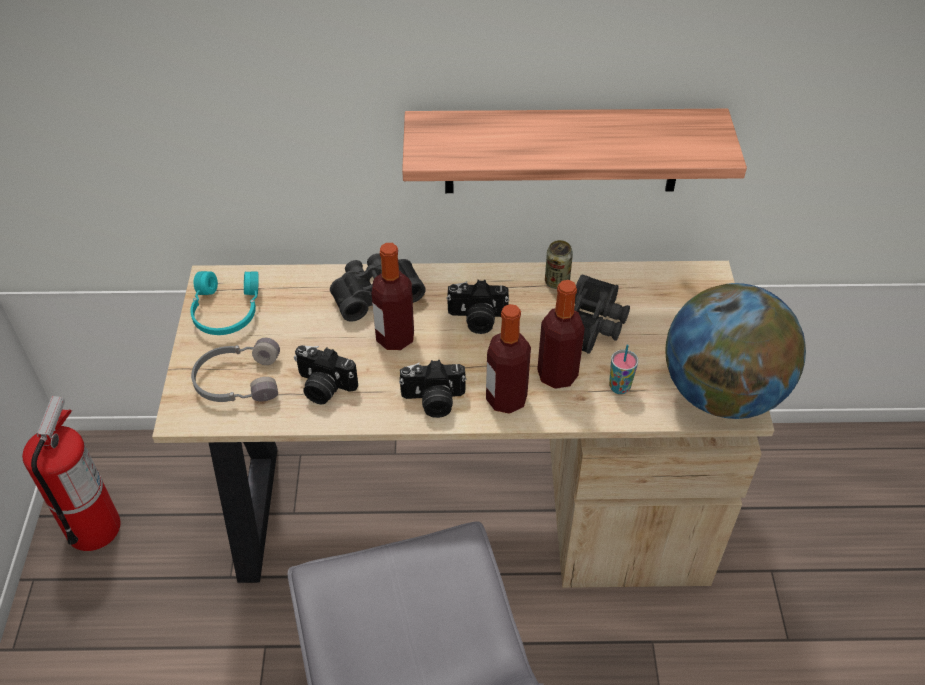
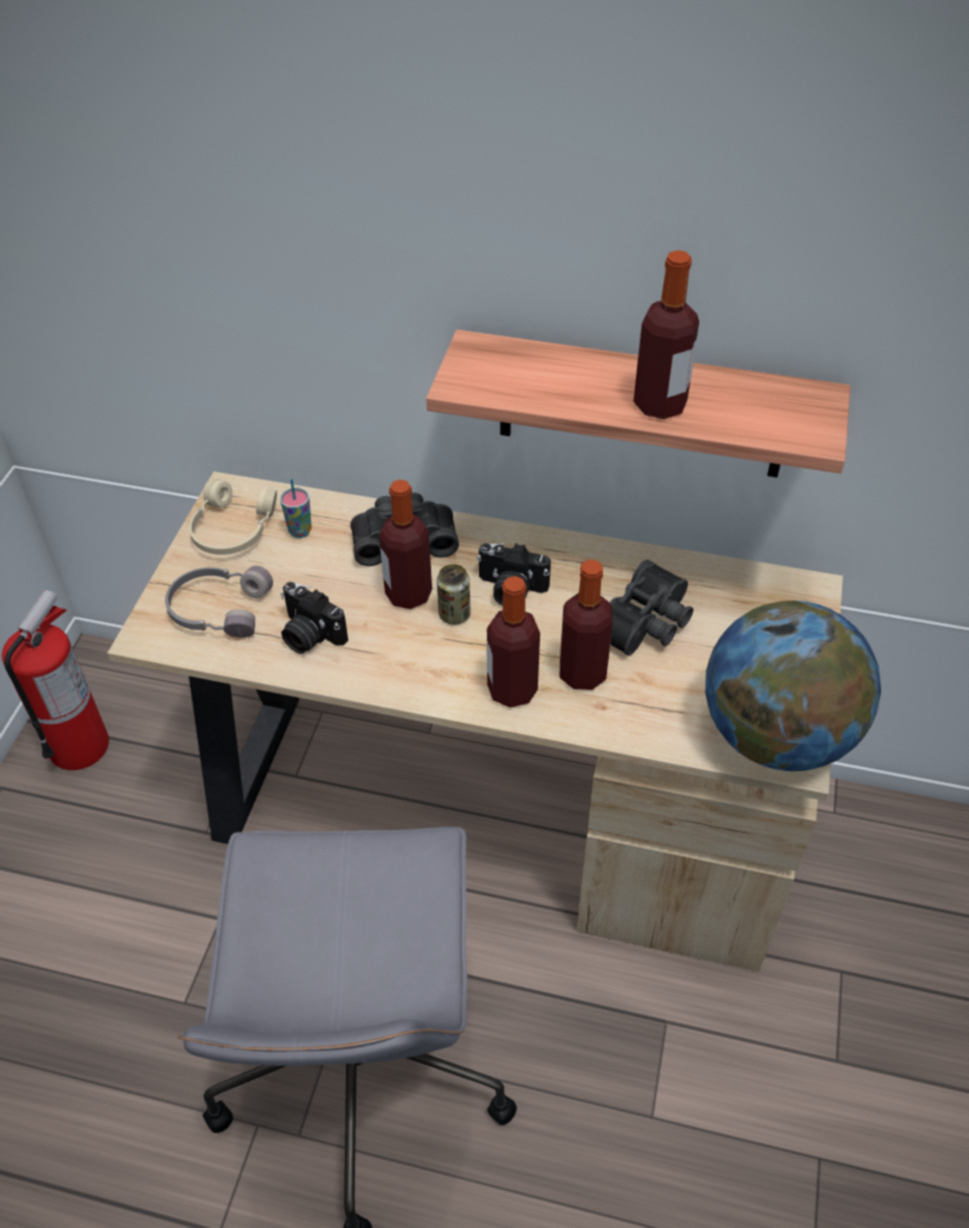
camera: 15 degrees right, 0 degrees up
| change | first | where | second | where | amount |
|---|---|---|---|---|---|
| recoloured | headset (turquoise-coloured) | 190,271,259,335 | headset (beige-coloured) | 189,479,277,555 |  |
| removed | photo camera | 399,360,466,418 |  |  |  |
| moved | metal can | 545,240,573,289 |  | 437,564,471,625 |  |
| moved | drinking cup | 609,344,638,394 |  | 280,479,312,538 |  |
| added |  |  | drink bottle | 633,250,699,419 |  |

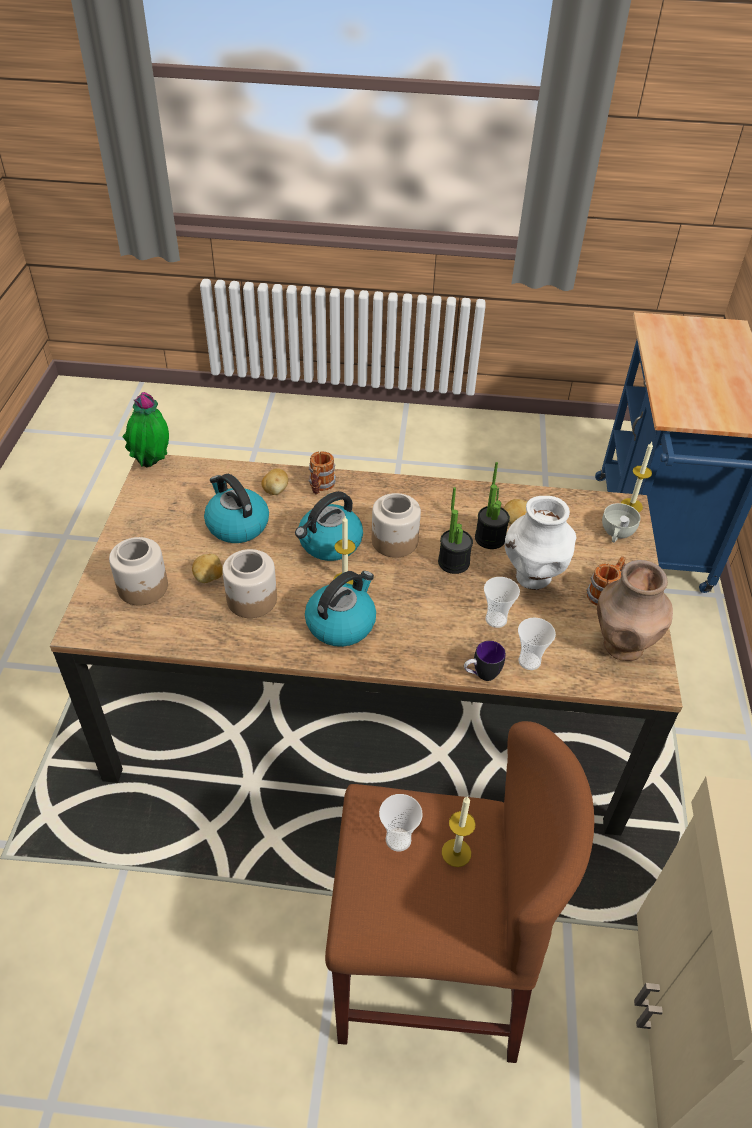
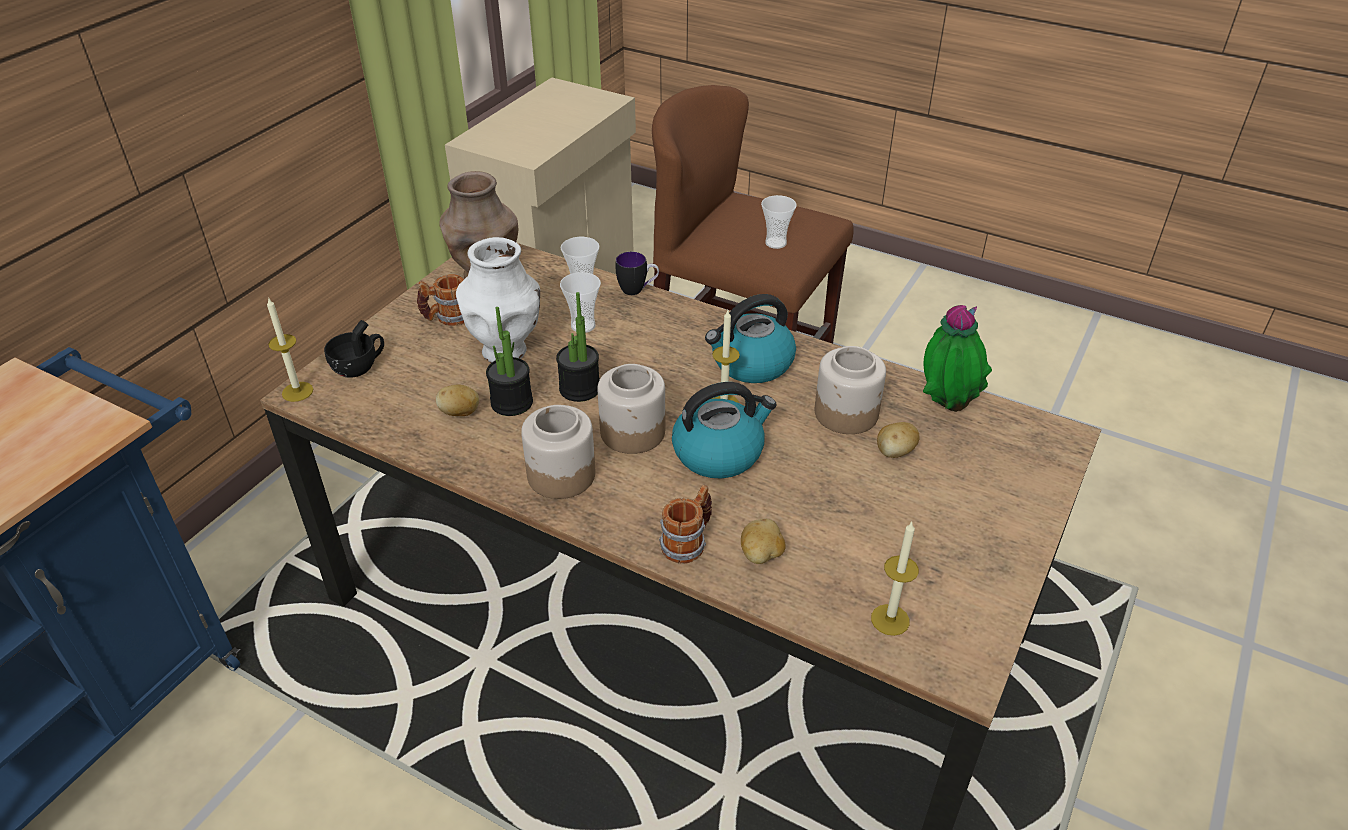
camera: 155 degrees left, 5 degrees down
| change | first | where | second | where | amount |
|---|---|---|---|---|---|
| moved | preserve jar | 109,537,168,606 |  | 521,405,595,499 |  |
| moved | houseplant | 123,392,169,467 |  | 923,305,992,412 |  |
| removed | water kettle | 204,474,269,543 |  |  |  |
| moved | wax candle | 442,796,476,867 |  | 871,522,919,636 |  |
| recoloured | drinking cup (whitish) | 602,503,641,543 | drinking cup (black-coloured) | 324,320,384,378 |  |

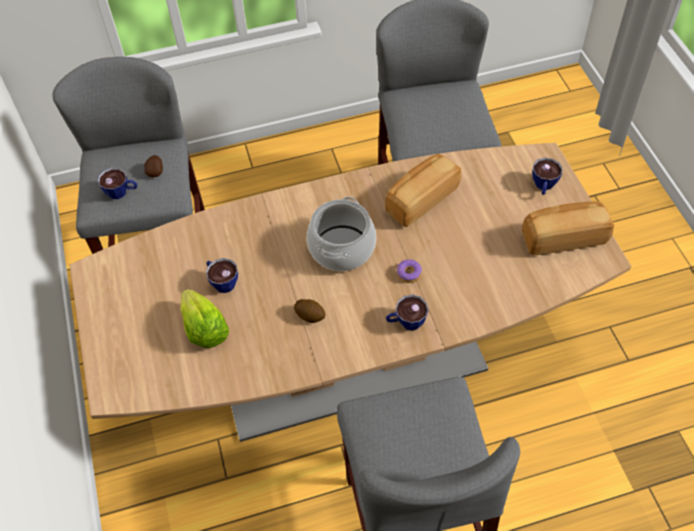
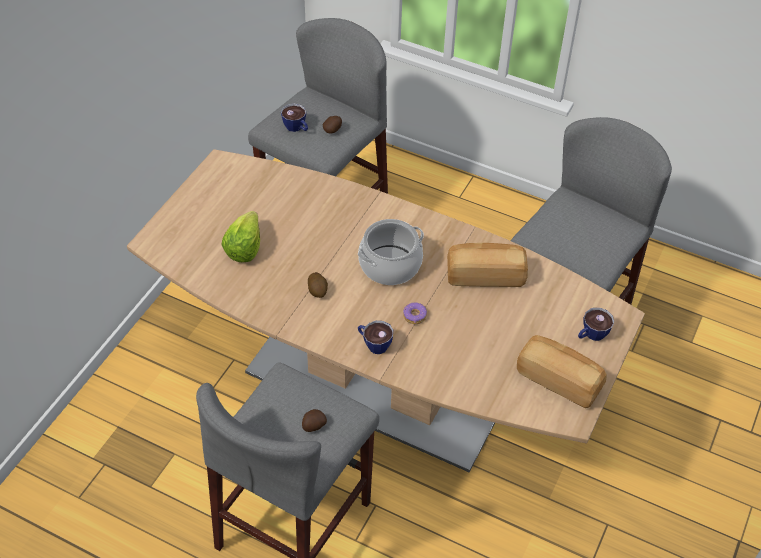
camera: 40 degrees right, 5 degrees down
| change | first | where | second | where | amount |
|---|---|---|---|---|---|
| removed | drinking cup | 206,258,238,293 |  |  |  |
| added |  |  | spud | 302,409,327,432 |  |

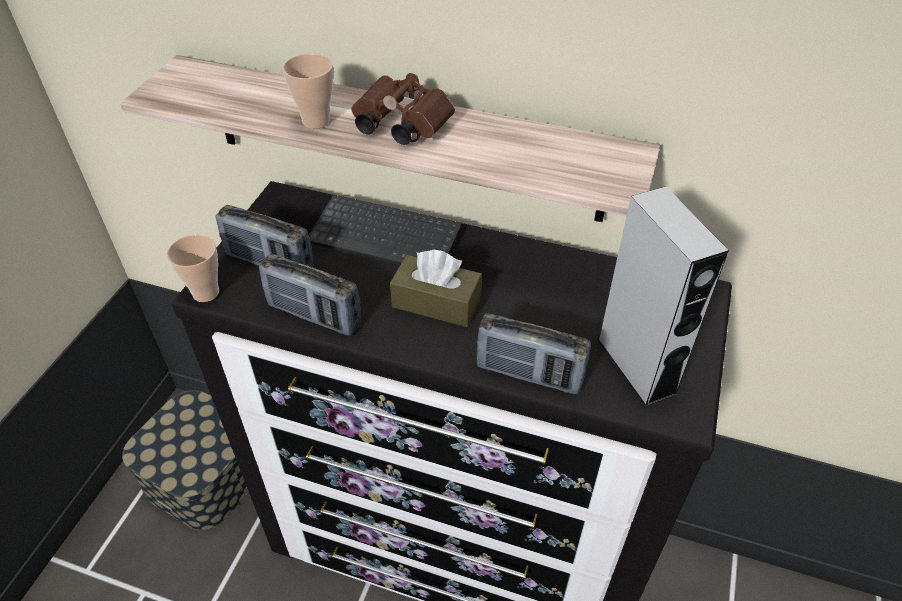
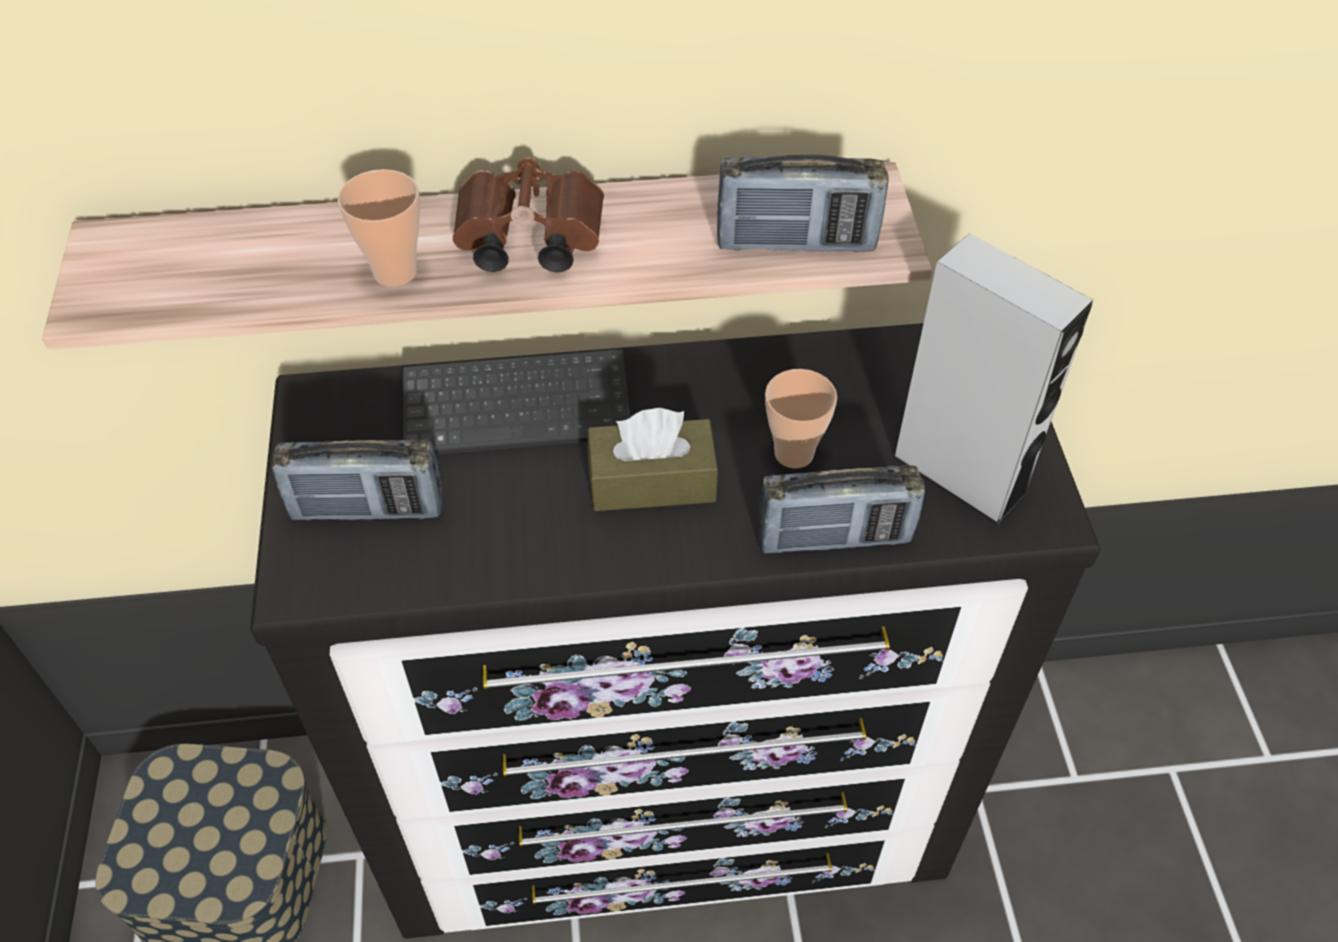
camera: 25 degrees left, 5 degrees up
| change | first | where | second | where | amount |
|---|---|---|---|---|---|
| moved | drinking cup | 167,234,219,302 |  | 765,369,837,468 |  |
| moved | radio | 259,254,361,336 |  | 717,154,889,252 |  |

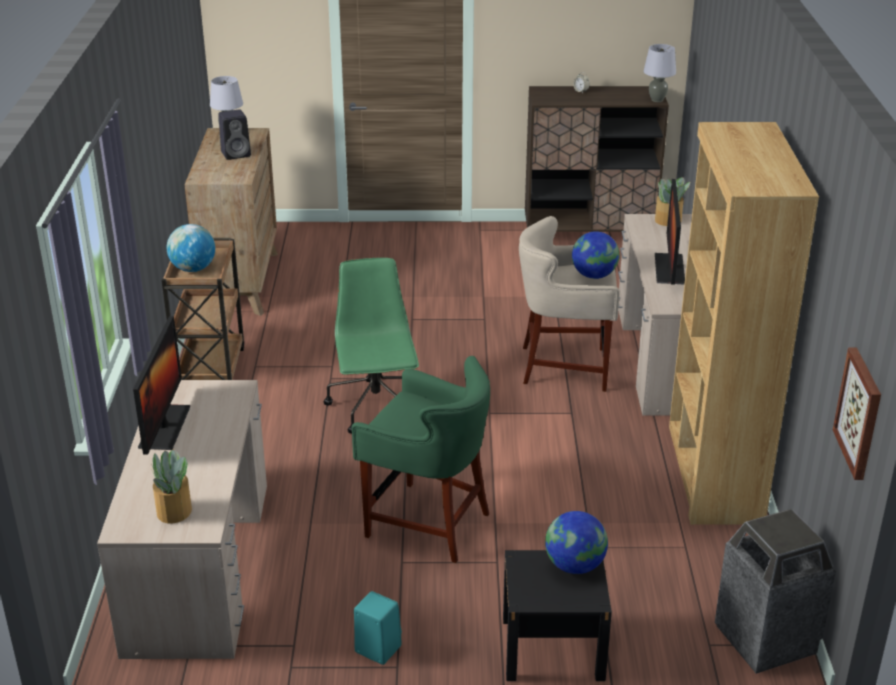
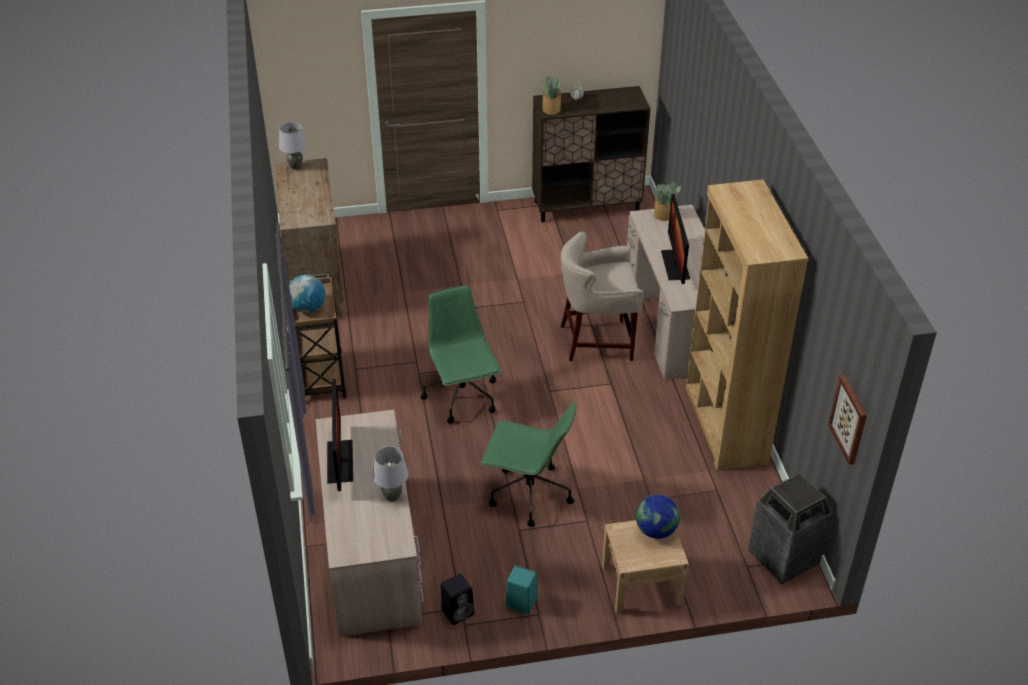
camera: 10 degrees left, 10 degrees up
| change | first | where | second | where | amount |
|---|---|---|---|---|---|
| moved | houseplant | 151,449,192,523 |  | 542,75,561,115 |  |
| moved | audio speaker (black-coloured) | 218,109,251,160 |  | 441,574,474,625 |  |
| replaced | sitting stool (green-coloured) | 352,356,490,563 | computer chair (green-coloured) | 481,401,576,527 |  |
| recoloured | bedside table (black-coloured) | 503,550,612,681 | bedside table (beige-coloured) | 602,520,689,614 |  |
| removed | globe | 572,231,619,279 |  |  |  |
| moved | lamp for a table (grey) | 644,44,676,102 |  | 373,446,408,502 |  |

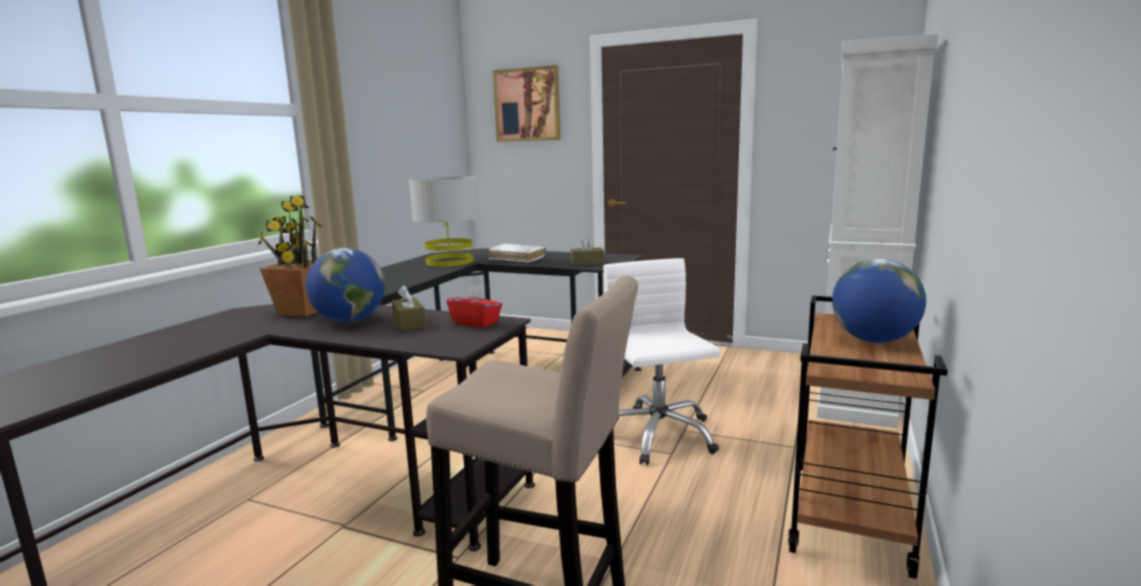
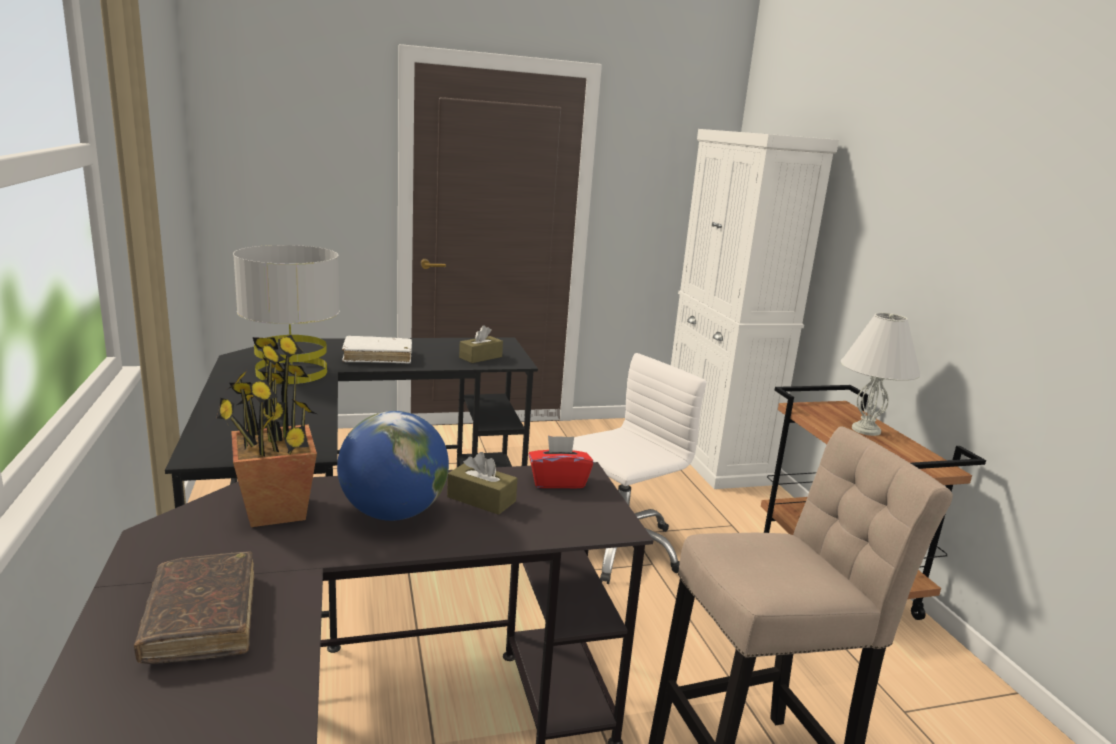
camera: 40 degrees left, 5 degrees up
| change | first | where | second | where | amount |
|---|---|---|---|---|---|
| removed | picture | 493,65,561,142 |  |  |  |
| turned | computer chair (whitish) | 603,258,721,465 |  | 573,353,706,584 | 105 degrees clockwise |
| replaced | globe | 832,258,926,343 | lamp for a table (whitish) | 841,313,921,436 |  |
| added |  |  | book (brown-coloured) | 134,551,254,664 |  |

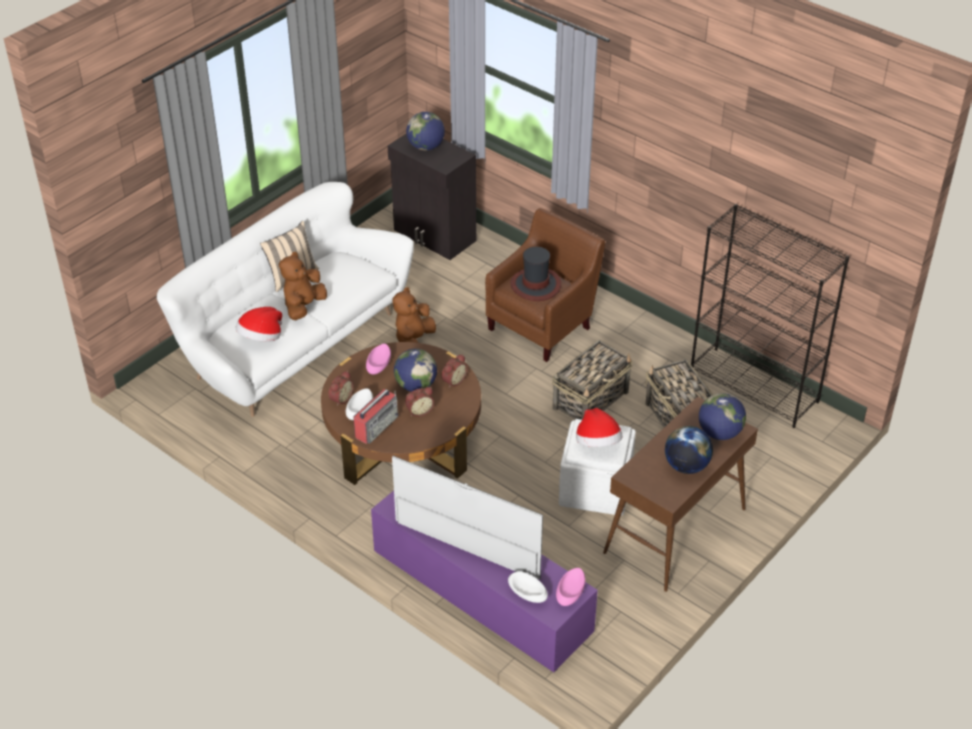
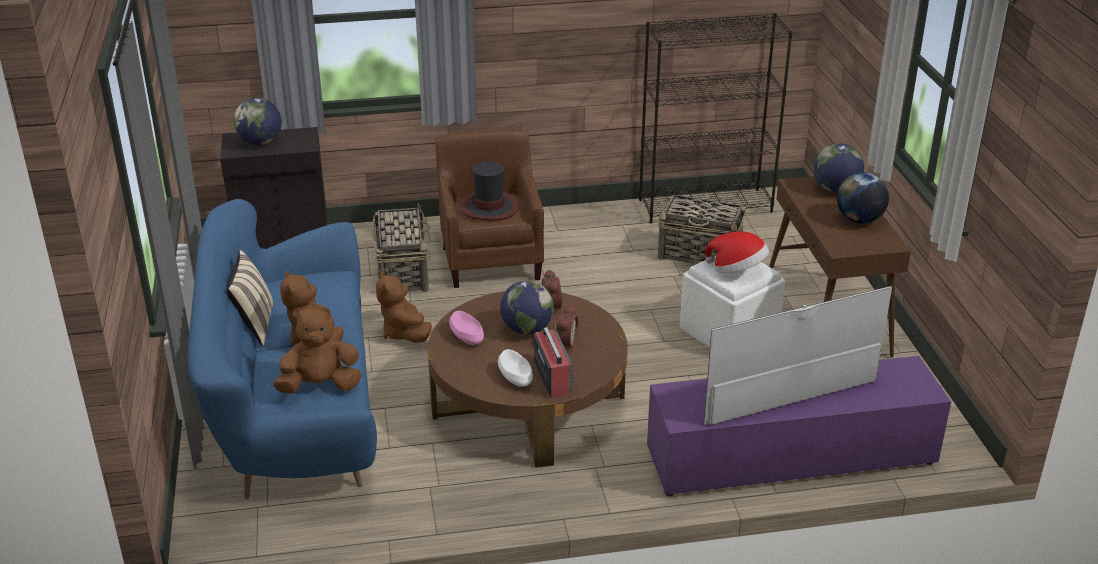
camera: 50 degrees left, 10 degrees down
| change | first | where | second | where | amount |
|---|---|---|---|---|---|
| recoloured | settee (whitish) | 157,182,414,417 | settee (blue-coloured) | 188,199,377,499 |  |
| replaced | hat | 236,307,282,342 | cuddly toy (brown-coloured) | 273,307,362,394 |  |
| removed | table clock | 328,371,354,406 |  |  |  |
| removed | deep dish (whitish) | 508,572,548,603 |  |  |  |
| moved | storage basket | 552,340,632,420 |  | 373,202,431,292 |  |
| removed | deep dish (pinkish) | 556,568,586,606 |  |  |  |

